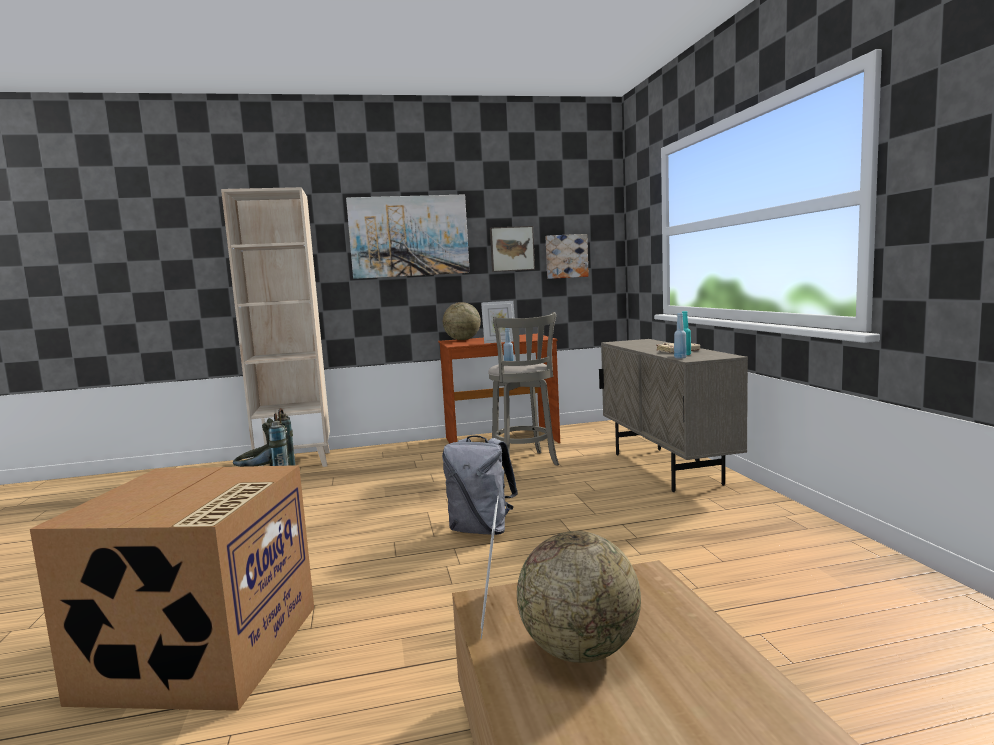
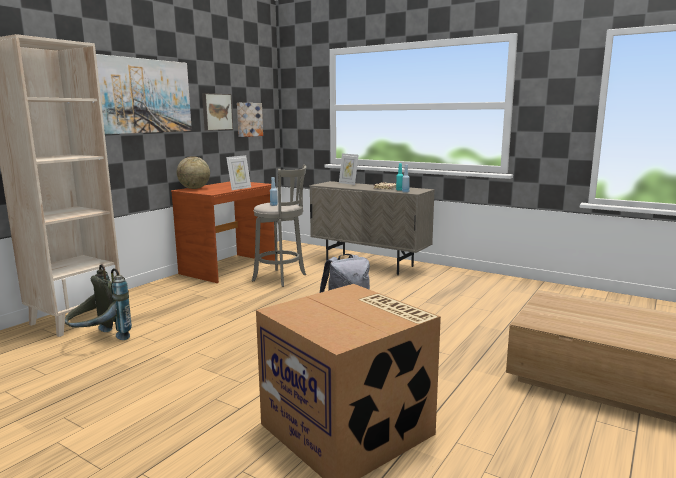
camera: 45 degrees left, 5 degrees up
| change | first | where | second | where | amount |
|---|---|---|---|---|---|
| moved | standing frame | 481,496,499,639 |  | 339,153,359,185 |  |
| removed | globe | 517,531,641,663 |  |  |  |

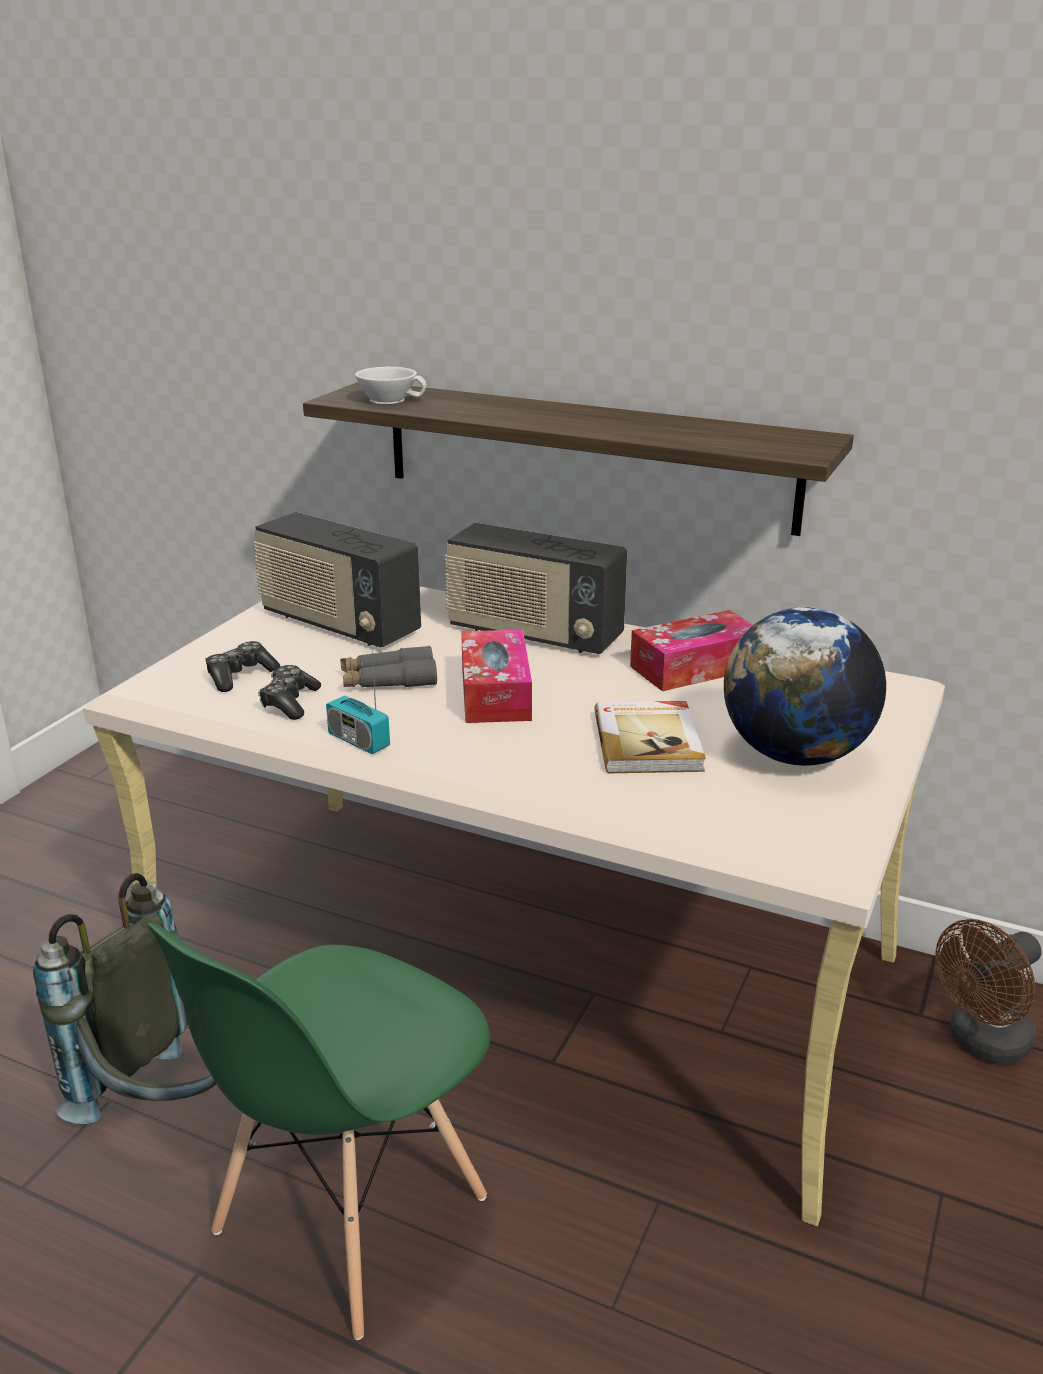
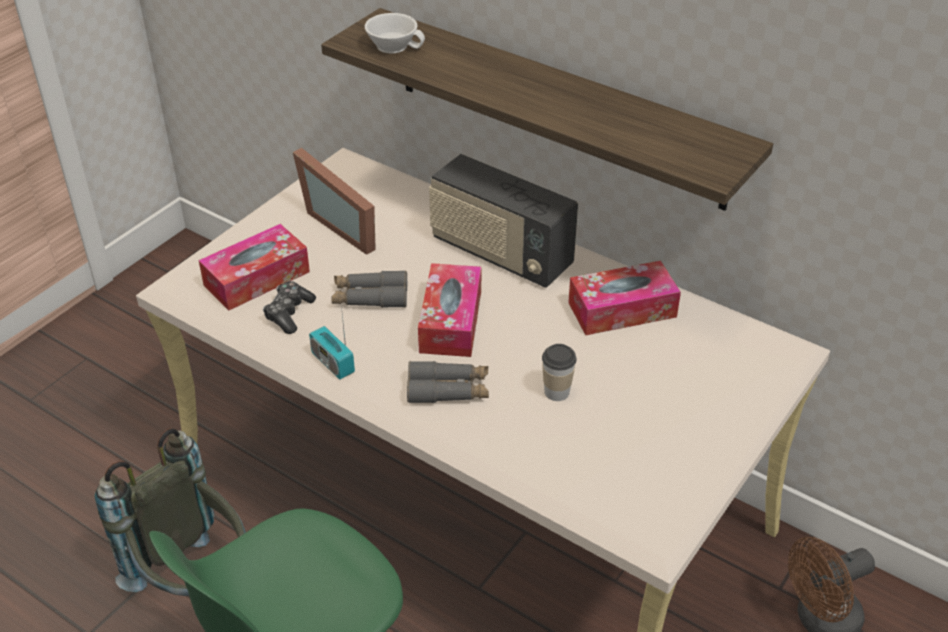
camera: 10 degrees right, 15 degrees up
| change | first | where | second | where | amount |
|---|---|---|---|---|---|
| replaced | game controller | 205,641,280,692 | tissue holder | 199,224,310,311 |  |
| replaced | radio | 253,512,421,648 | standing frame | 293,148,376,255 |  |
| replaced | book | 594,701,706,773 | drinking cup | 542,344,577,401 |  |
| removed | globe | 724,607,886,766 |  |  |  |
| added |  |  | field glasses (grey) | 407,361,489,403 |  |

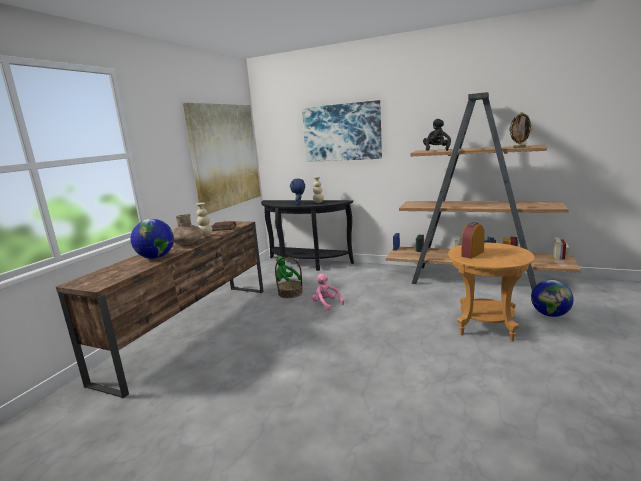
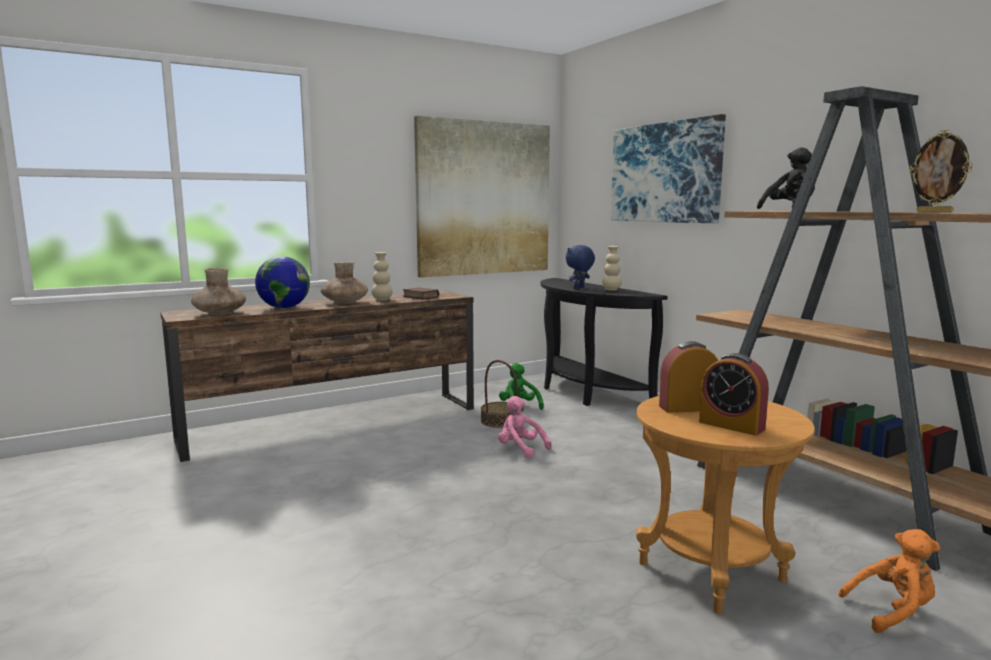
camera: 35 degrees right, 5 degrees down
| change | first | where | second | where | amount |
|---|---|---|---|---|---|
| turned | cuddly toy (pinkish) | 312,273,344,310 |  | 498,396,551,458 | 45 degrees counterclockwise |
| replaced | globe | 531,280,574,317 | cuddly toy (orangey) | 838,529,940,633 |  |
| added |  |  | vase (brown-coloured) | 191,268,246,315 |  |
| added |  |  | table clock | 699,353,769,436 |  |

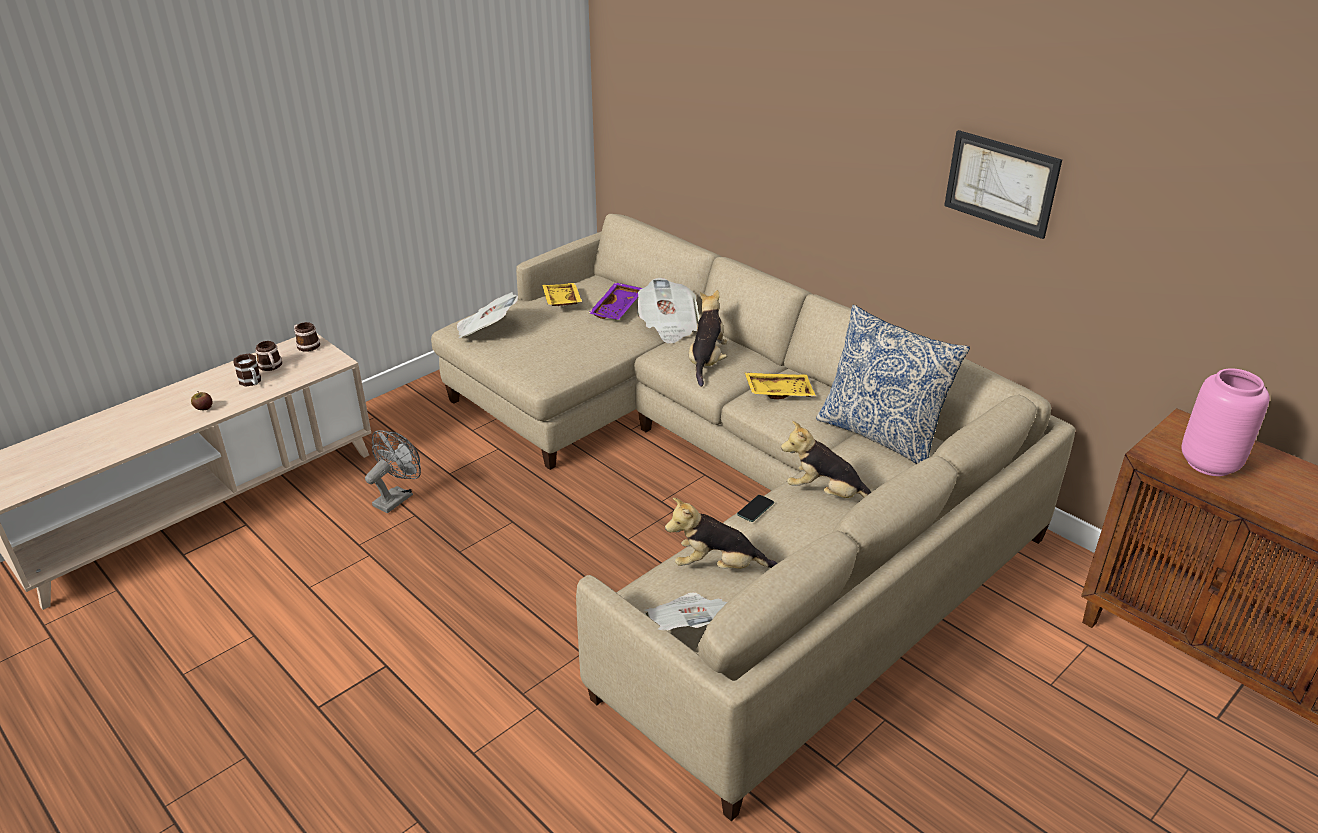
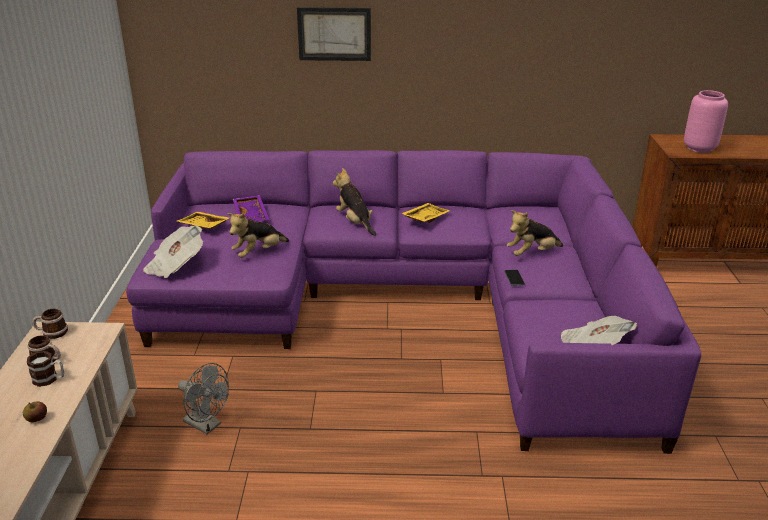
camera: 45 degrees left, 5 degrees down
| change | first | where | second | where | amount |
|---|---|---|---|---|---|
| turned | electric fan (grey) | 365,430,421,513 |  | 178,363,229,434 | 135 degrees clockwise |
| recoloured | settee (beige-coloured) | 431,214,1076,821 | settee (purplish) | 126,150,701,454 |  |
| removed | newspaper | 637,278,699,344 |  |  |  |
| moved | cuddly toy | 665,498,777,569 |  | 227,213,289,258 |  |
| removed | throw pillow | 816,305,970,464 |  |  |  |
| moved | picture | 944,130,1062,239 |  | 297,7,371,61 |  |

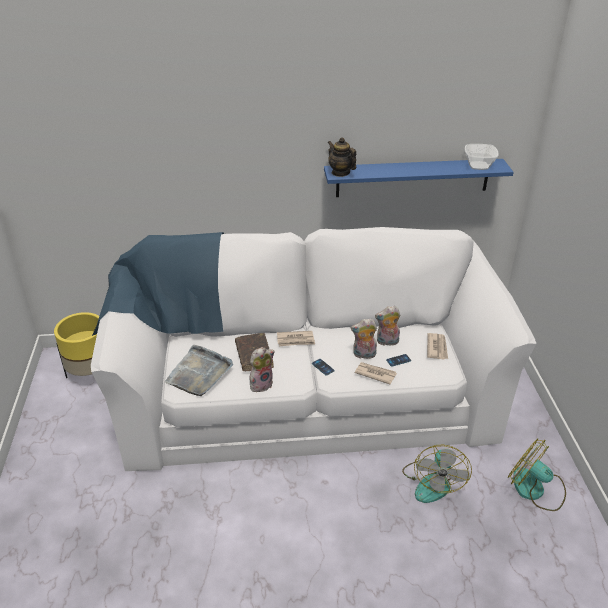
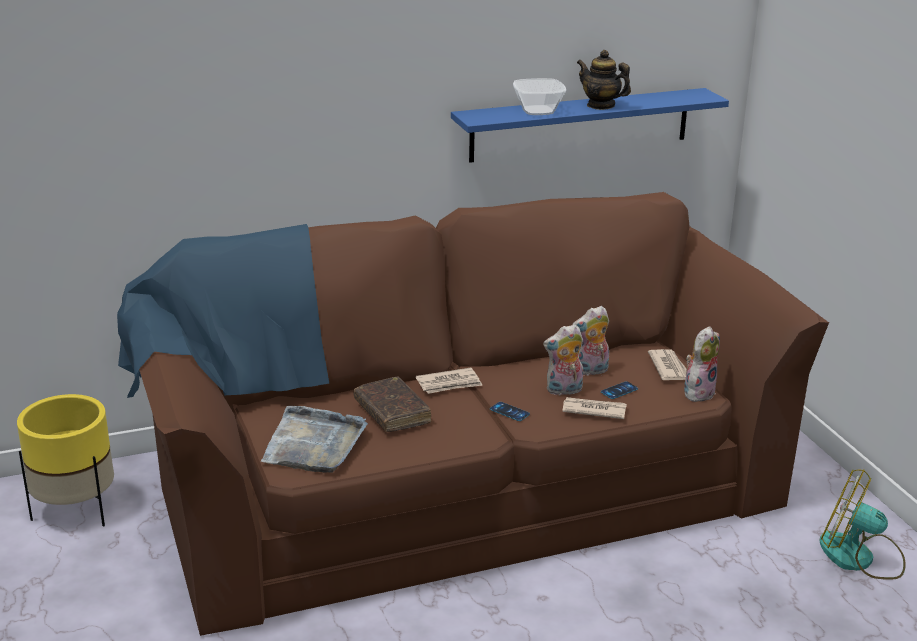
camera: 15 degrees left, 10 degrees down
| change | first | where | second | where | amount |
|---|---|---|---|---|---|
| recoloured | settee (whitish) | 91,227,536,471 | settee (brown-coloured) | 117,192,829,636 |  |
| moved | cuddly toy | 250,347,275,392 |  | 684,326,720,402 |  |
| moved | pot for tea | 328,137,356,177 |  | 577,50,631,110 |  |
| removed | electric fan | 402,445,472,503 |  |  |  |
| moved | deep dish | 465,144,499,170 |  | 513,78,566,115 |  |

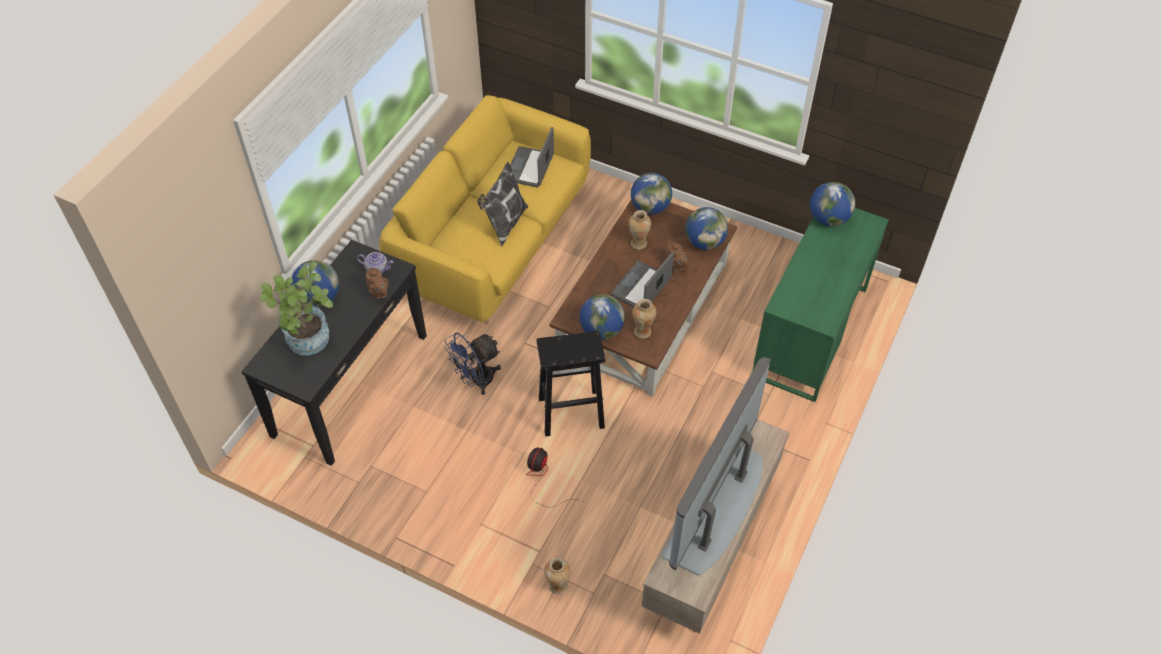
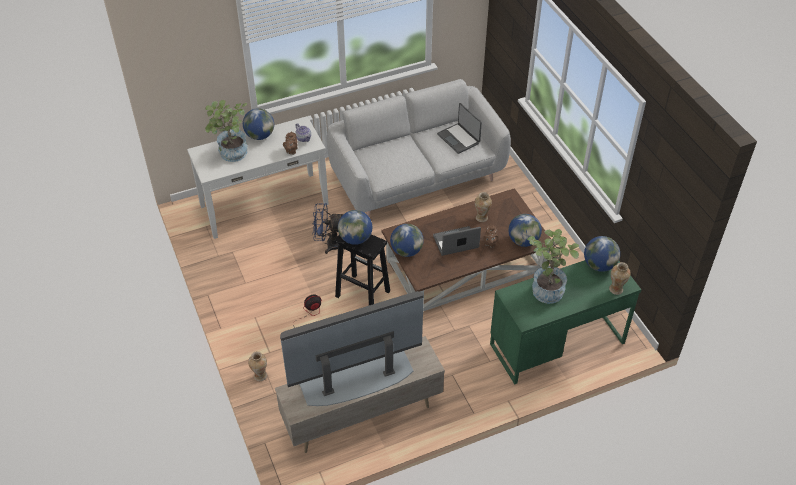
camera: 40 degrees right, 5 degrees down
| change | first | where | second | where | amount |
|---|---|---|---|---|---|
| recoloured | narrow table (black-coloured) | 241,240,427,466 | narrow table (whitish) | 187,116,329,239 |  |
| recoloured | settee (yellowish) | 379,95,591,325 | settee (grey) | 327,79,511,217 |  |
| removed | throw pillow | 478,162,528,246 |  |  |  |
| turned | portable computer | 510,127,554,188 |  | 437,103,482,154 | 90 degrees counterclockwise |
| moved | globe | 631,173,672,215 |  | 338,210,372,245 |  |
| moved | vase | 632,299,656,339 |  | 609,262,631,295 |  |
| added |  |  | houseplant | 527,229,579,304 |  |

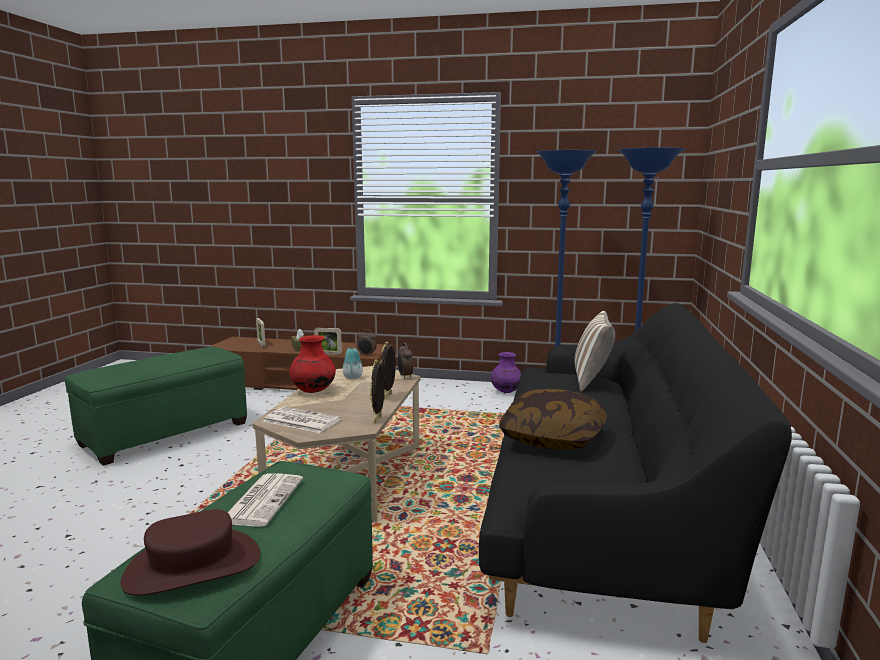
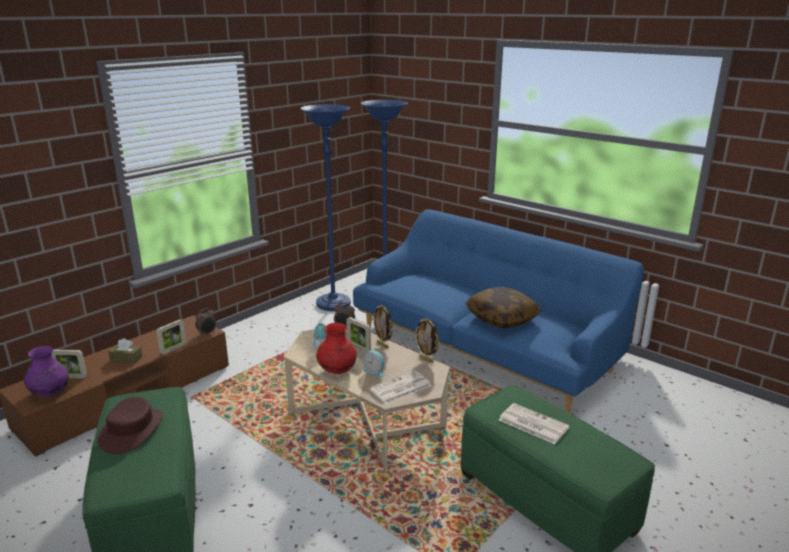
camera: 60 degrees left, 10 degrees up
| change | first | where | second | where | amount |
|---|---|---|---|---|---|
| moved | hat (brown-coloured) | 120,509,261,596 |  | 97,397,163,454 |  |
| recoloured | settee (black-coloured) | 479,303,792,643 | settee (blue-coloured) | 353,209,644,413 |  |
| moved | vase (purplish) | 490,352,521,393 |  | 24,346,69,397 |  |
| removed | throw pillow | 574,311,615,392 |  |  |  |
| added |  |  | standing frame | 346,317,371,353 |  |
| added |  |  | table clock | 362,350,385,378 |  |

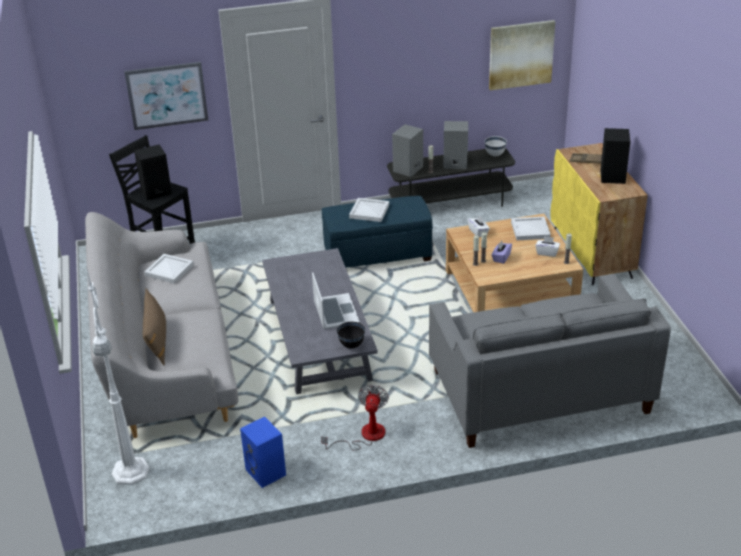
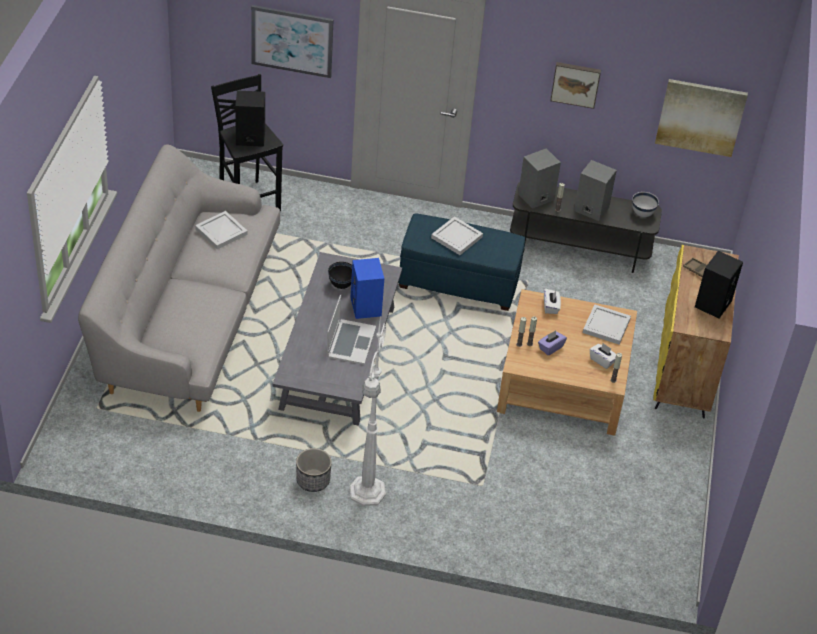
camera: 20 degrees right, 10 degrees up
| change | first | where | second | where | amount |
|---|---|---|---|---|---|
| moved | standing lamp (whitish) | 86,266,150,485 |  | 349,315,386,506 |  |
| removed | throw pillow (brown-coloured) | 143,289,166,365 |  |  |  |
| moved | audio speaker (blue-coloured) | 240,416,286,488 |  | 351,258,384,319 |  |
| replaced | electric fan | 321,384,389,451 | plant pot | 296,448,332,492 |  |
| moved | deep dish (black-coloured) | 337,322,365,349 |  | 328,262,352,289 |  |
| removed | settee (grey) | 429,274,671,448 |  |  |  |
| added |  |  | picture | 550,62,601,109 |  |

